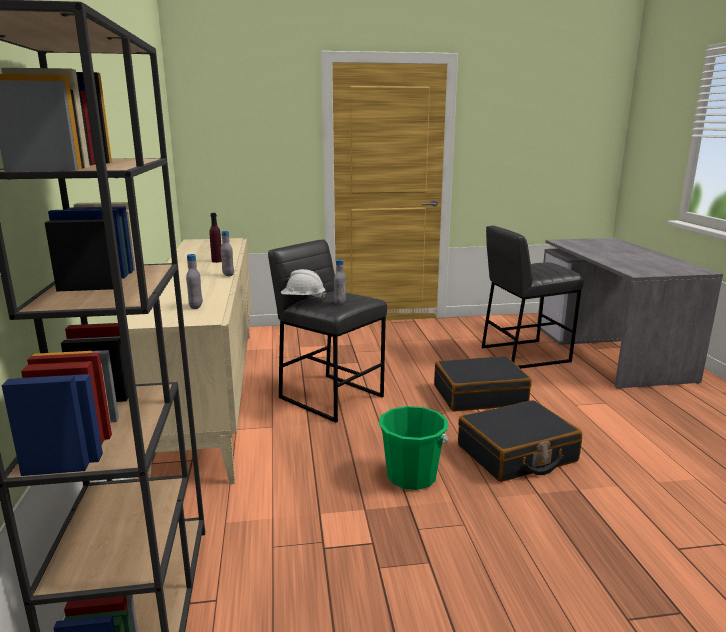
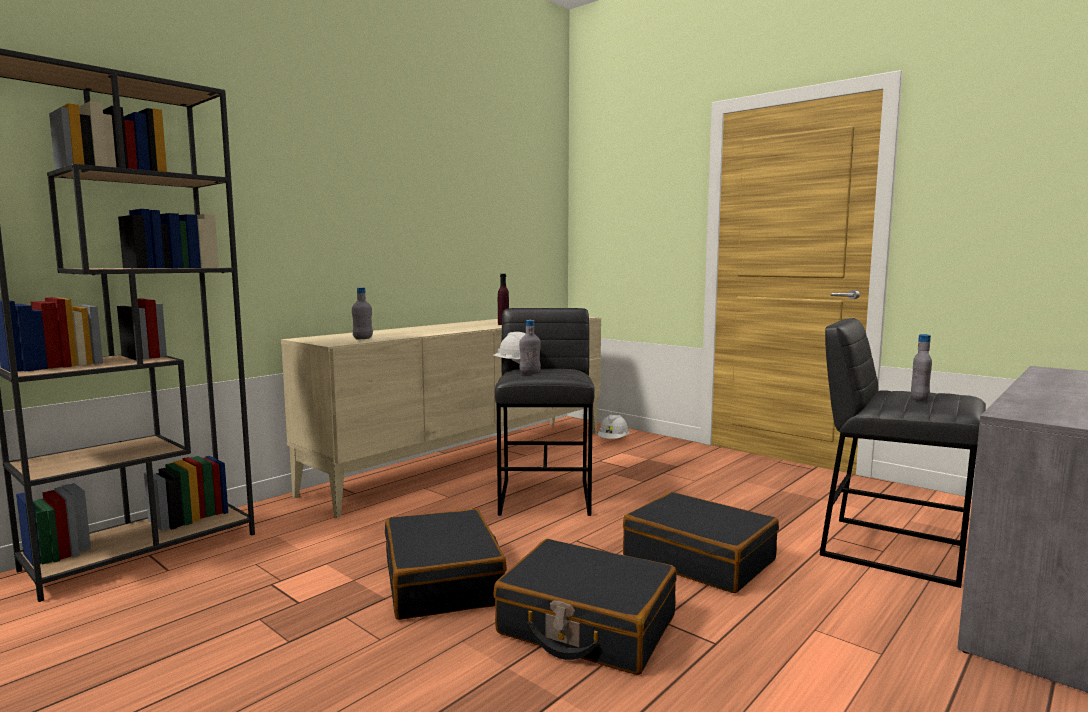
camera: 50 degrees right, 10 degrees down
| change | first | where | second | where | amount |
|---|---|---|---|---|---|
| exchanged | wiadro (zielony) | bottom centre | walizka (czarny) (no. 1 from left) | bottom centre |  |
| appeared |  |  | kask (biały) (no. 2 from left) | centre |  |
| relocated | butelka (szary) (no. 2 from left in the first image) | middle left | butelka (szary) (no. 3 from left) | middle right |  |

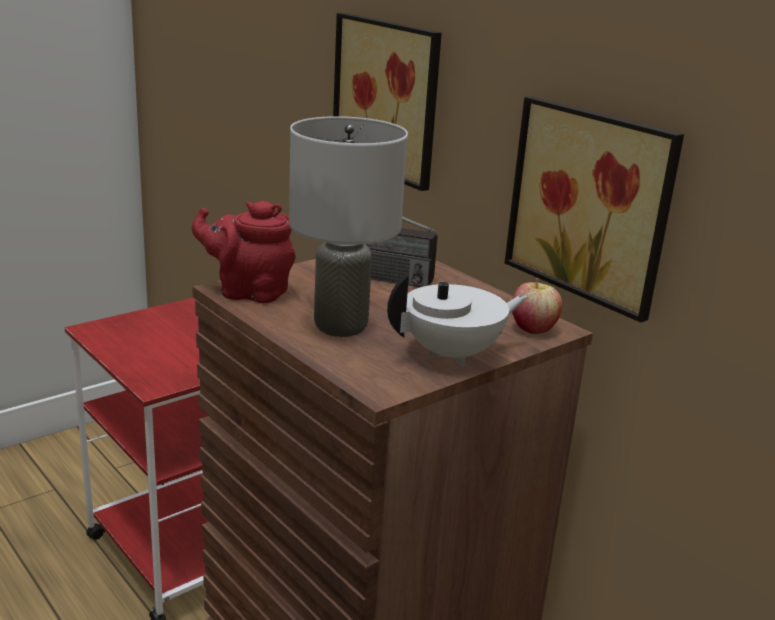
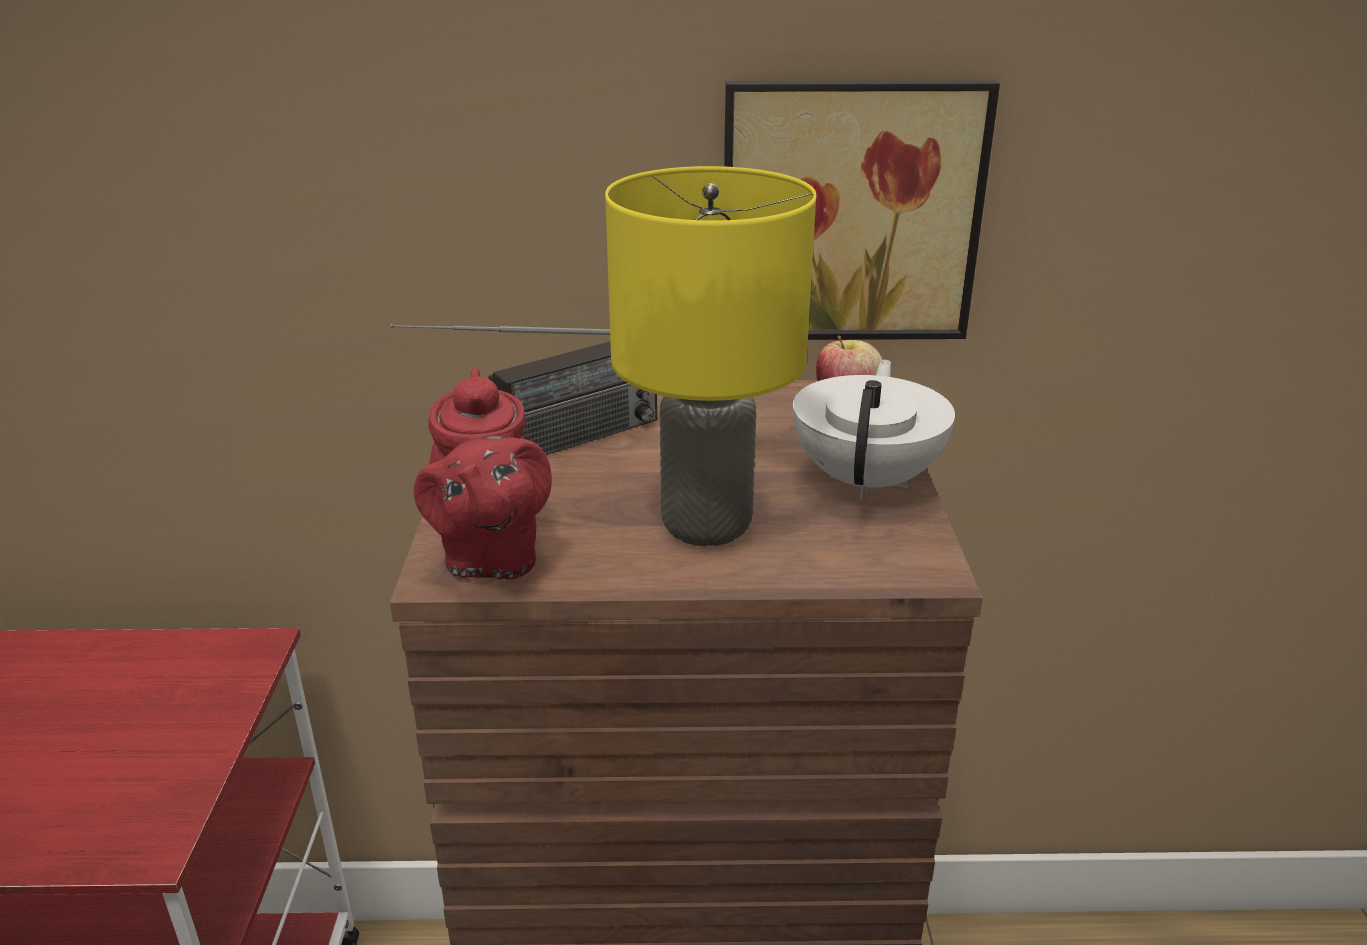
camera: 50 degrees left, 5 degrees up
| change | first | where | second | where | amount |
|---|---|---|---|---|---|
| spun | imbryk (czerwony) | middle left |  | centre | 60 degrees counterclockwise |
| colour | lampa stołowa (biały) | centre | lampa stołowa (żółty) | centre |  |
| missing | obraz (no. 1 from left) | top centre |  |  |  |

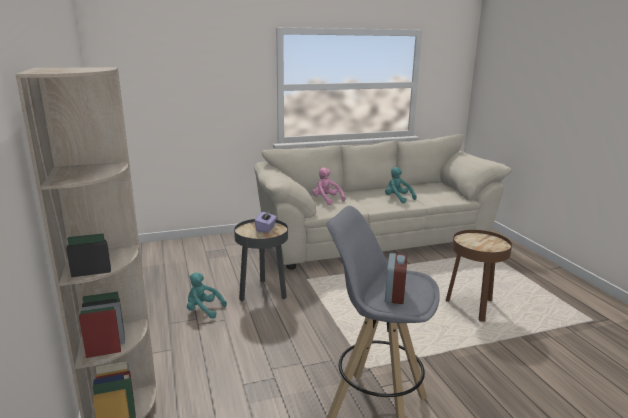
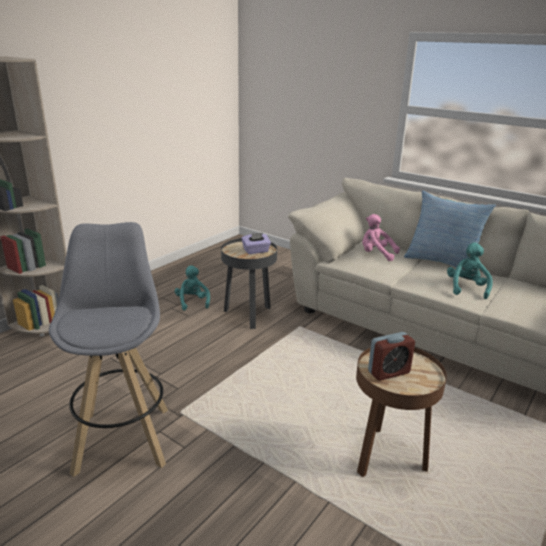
camera: 55 degrees right, 5 degrees up
| change | first | where | second | where | amount |
|---|---|---|---|---|---|
| spun | pluszak (różowy) | centre |  | middle right | 75 degrees counterclockwise |
| relocated | budzik | centre |  | middle right |  |
| appeared |  |  | poduszka | middle right |  |

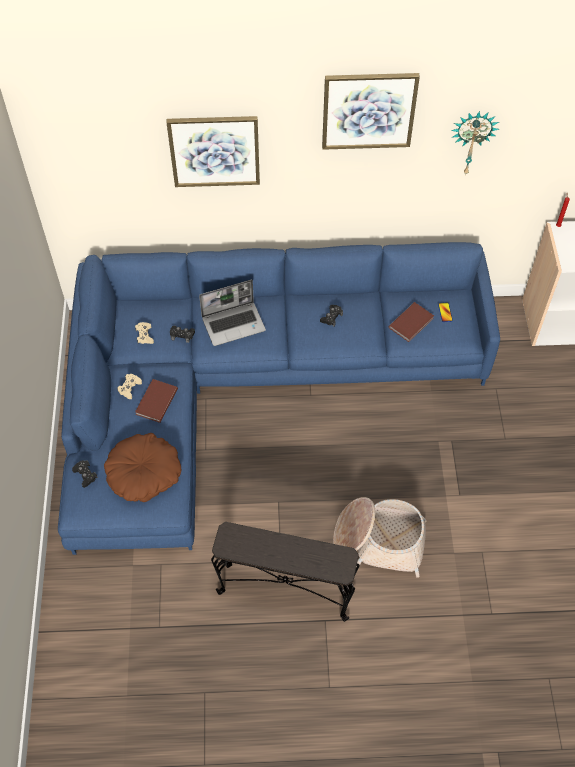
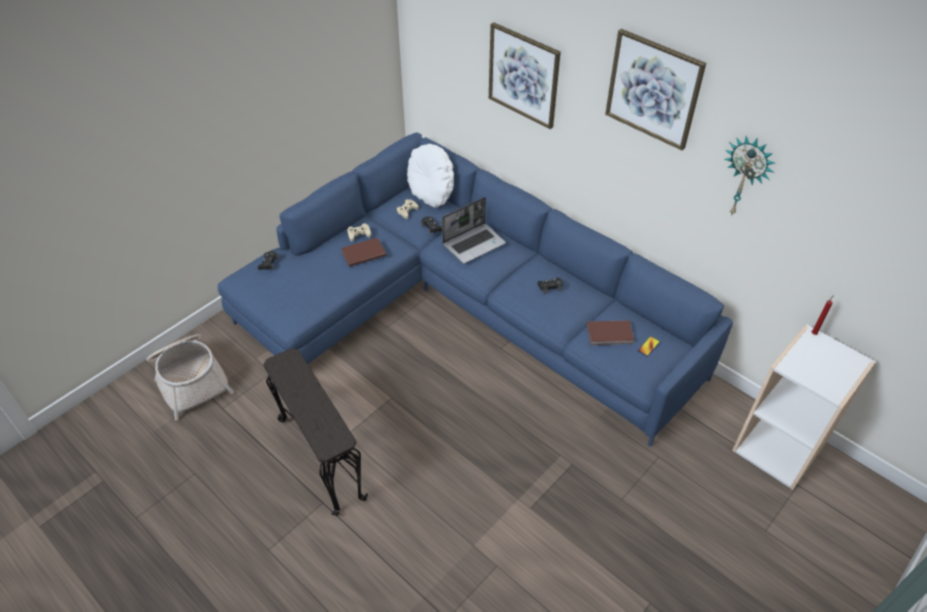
camera: 45 degrees right, 10 degrees down
| change | first | where | second | where | amount |
|---|---|---|---|---|---|
| relocated | koszyk | bottom centre |  | middle left |  |
| appeared |  |  | poduszka (biały) | top centre |  |
| spun | laptop | centre |  | centre | 60 degrees counterclockwise |
| missing | poduszka (brązowy) | middle left |  |  |  |

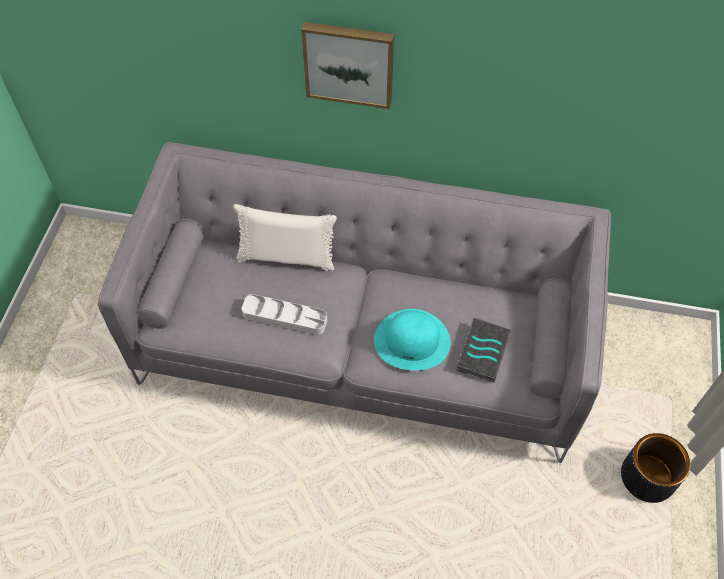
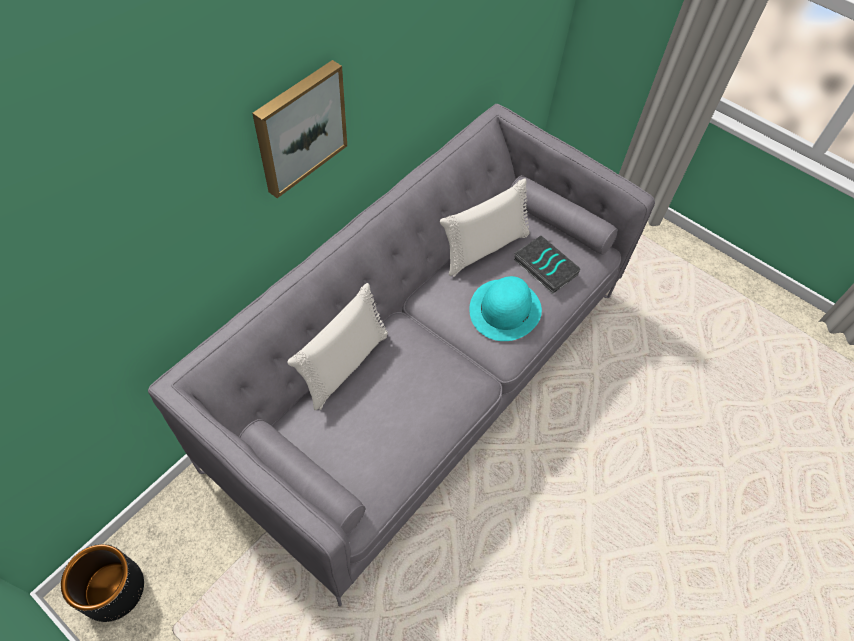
camera: 65 degrees left, 0 degrees up
| change | first | where | second | where | amount |
|---|---|---|---|---|---|
| relocated | donica (czarny) | bottom right |  | bottom left |  |
| appeared |  |  | poduszka (biały) (no. 2 from left) | centre |  |
| missing | taca (szary) | centre |  |  |  |

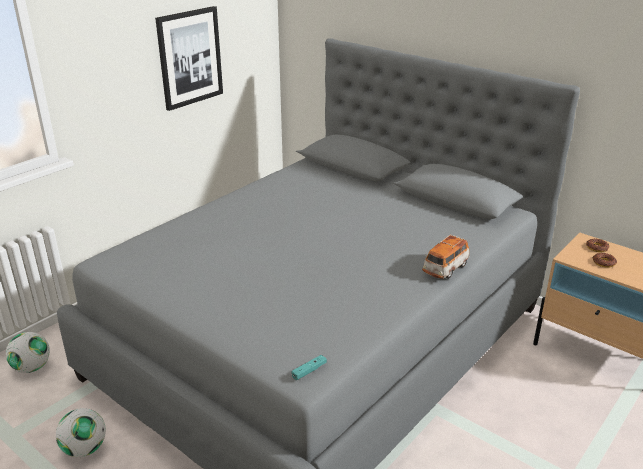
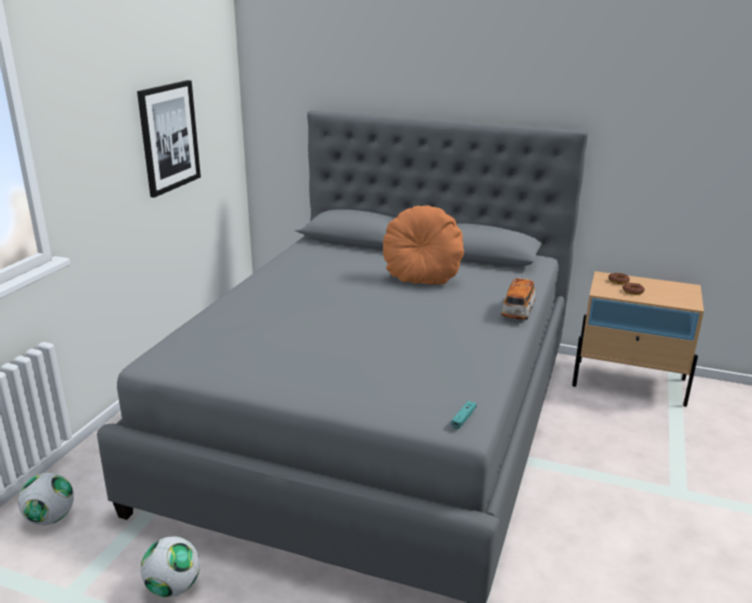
camera: 20 degrees left, 5 degrees down
| change | first | where | second | where | amount |
|---|---|---|---|---|---|
| appeared |  |  | poduszka (pomarańczowy) | centre |  |

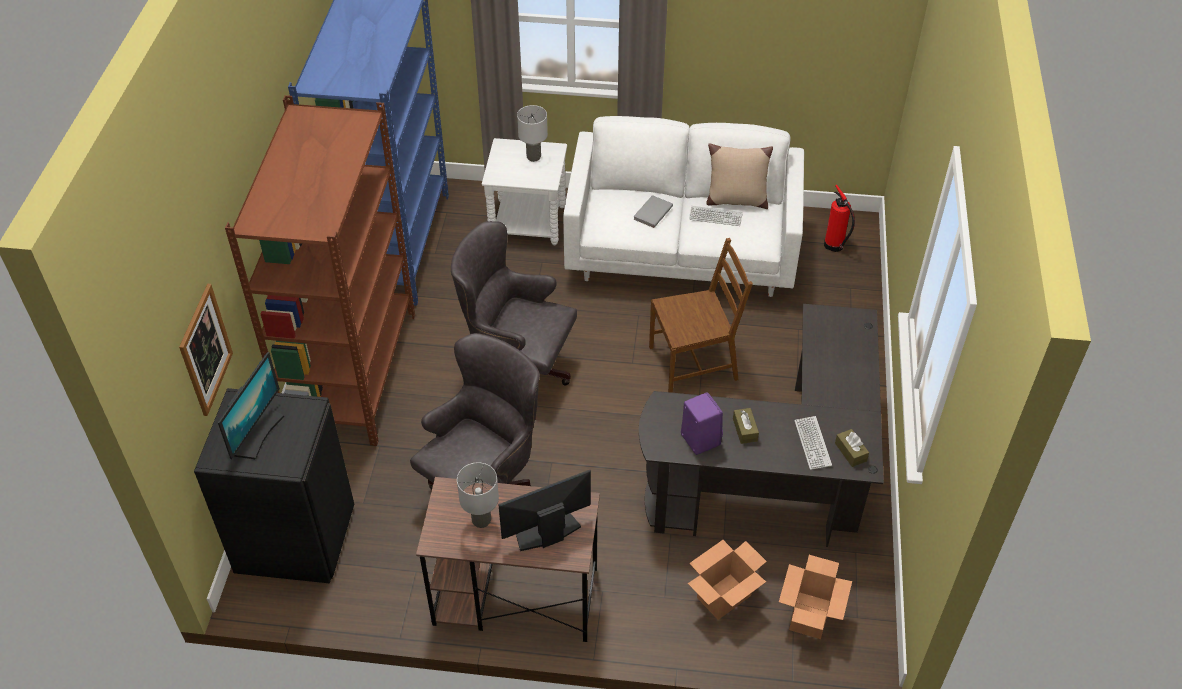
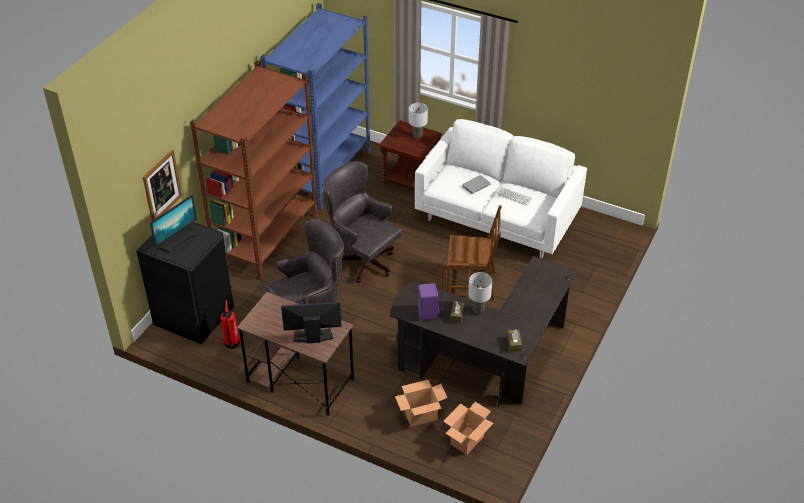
camera: 20 degrees right, 5 degrees down
| change | first | where | second | where | amount |
|---|---|---|---|---|---|
| relocated | gaśnica | top right |  | middle left |  |
| colour | stolik (biały) | top centre | stolik (brązowy) | top centre |  |
| relocated | lampa stołowa (biały) (no. 1 from left in the first image) | bottom centre | lampa stołowa (biały) (no. 2 from left) | centre |  |
| missing | poduszka (beżowy) | top centre |  |  |  |
| missing | klawiatura (no. 2 from left) | middle right |  |  |  |

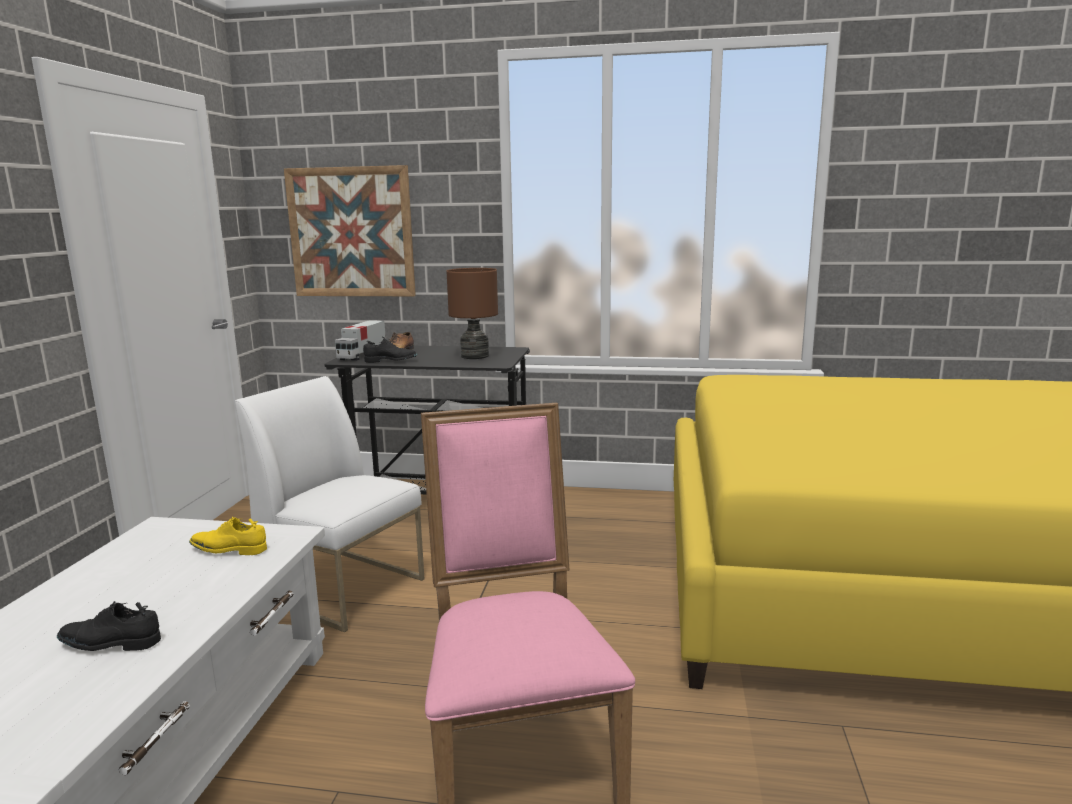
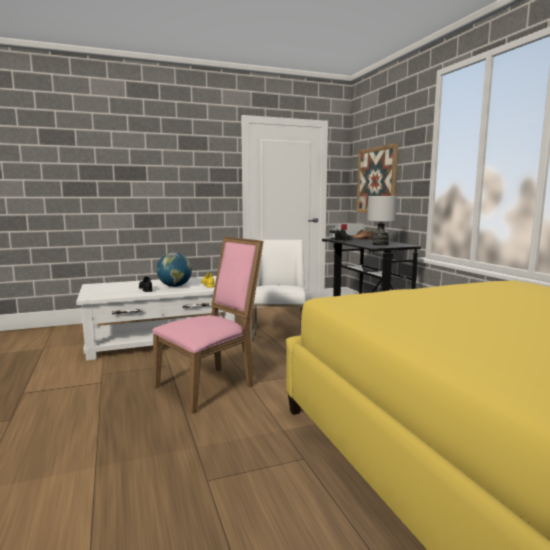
camera: 60 degrees right, 5 degrees down
| change | first | where | second | where | amount |
|---|---|---|---|---|---|
| appeared |  |  | globus | middle left |  |
| colour | lampa stołowa (brązowy) | centre | lampa stołowa (szary) | middle right |  |

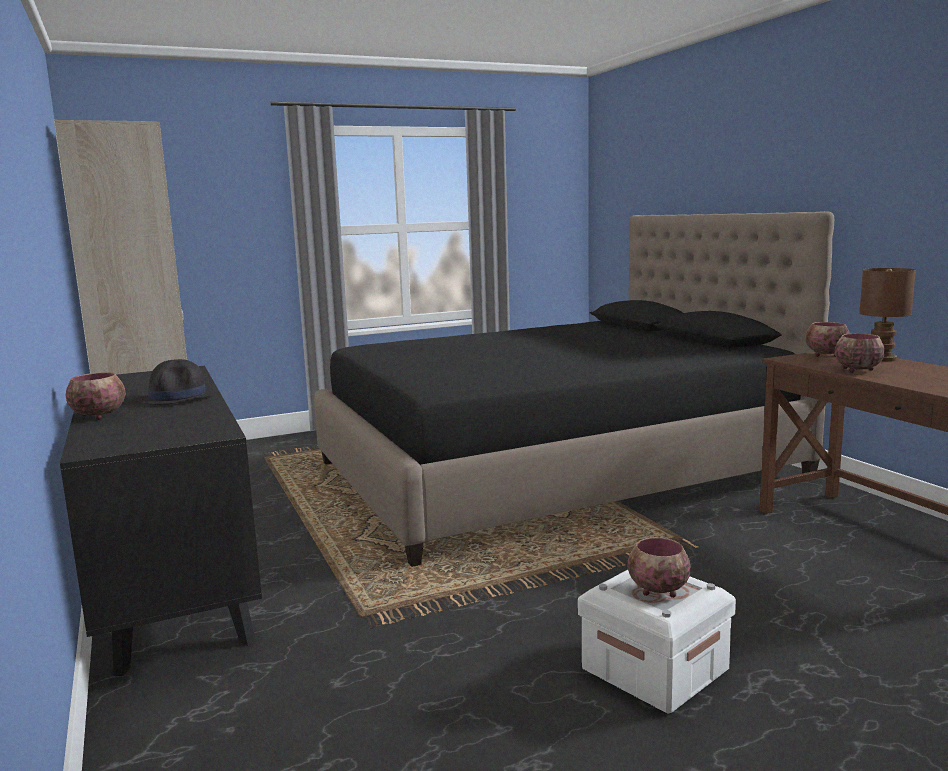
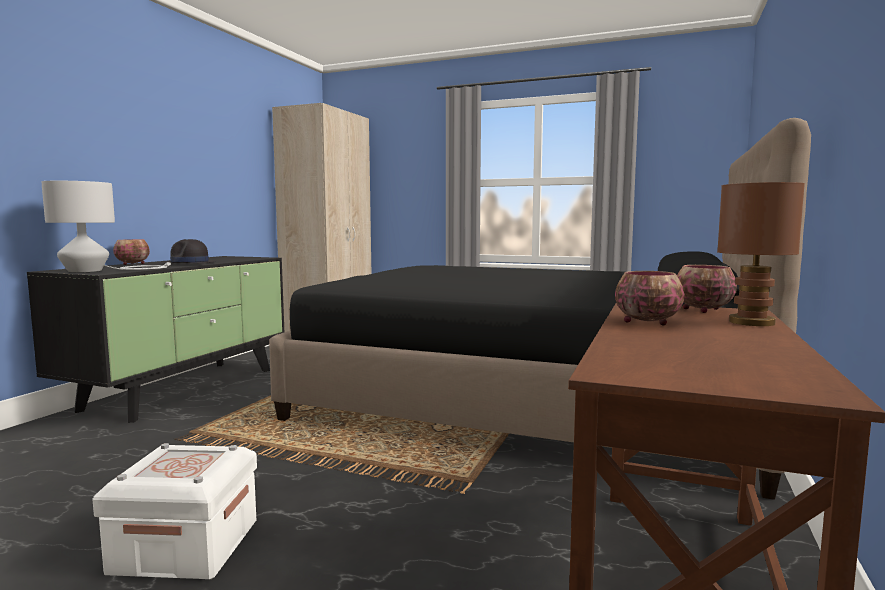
camera: 45 degrees right, 5 degrees down
| change | first | where | second | where | amount |
|---|---|---|---|---|---|
| appeared |  |  | lampa stołowa (szary) | middle left |  |
| missing | miska (no. 2 from left) | bottom right |  |  |  |

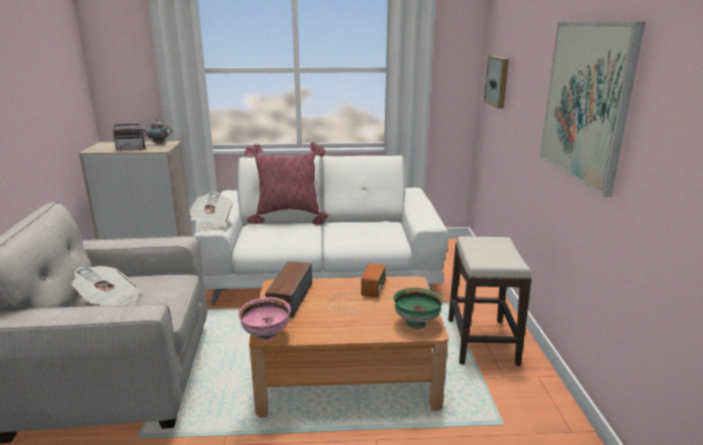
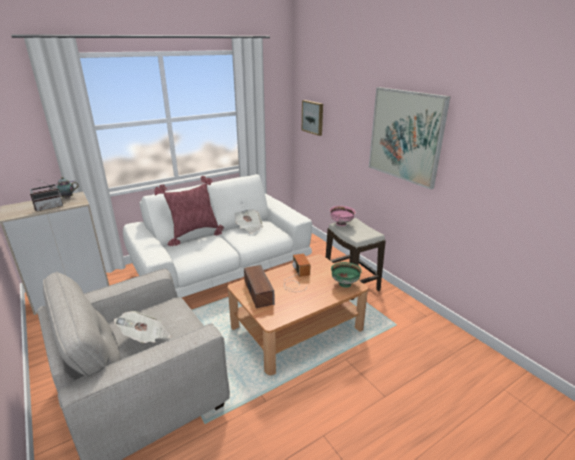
camera: 30 degrees left, 5 degrees up
| change | first | where | second | where | amount |
|---|---|---|---|---|---|
| relocated | gazeta (no. 2 from left) | middle left |  | centre |  |
| relocated | miska (różowy) | bottom centre |  | centre |  |

